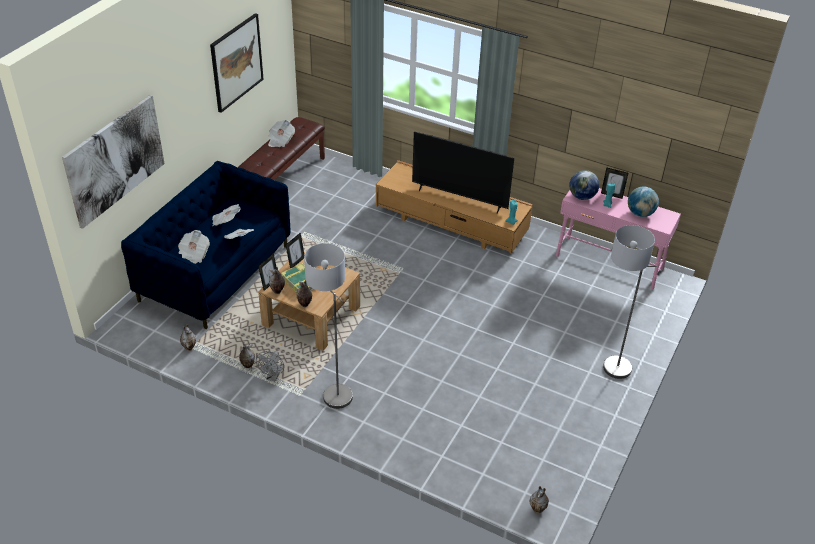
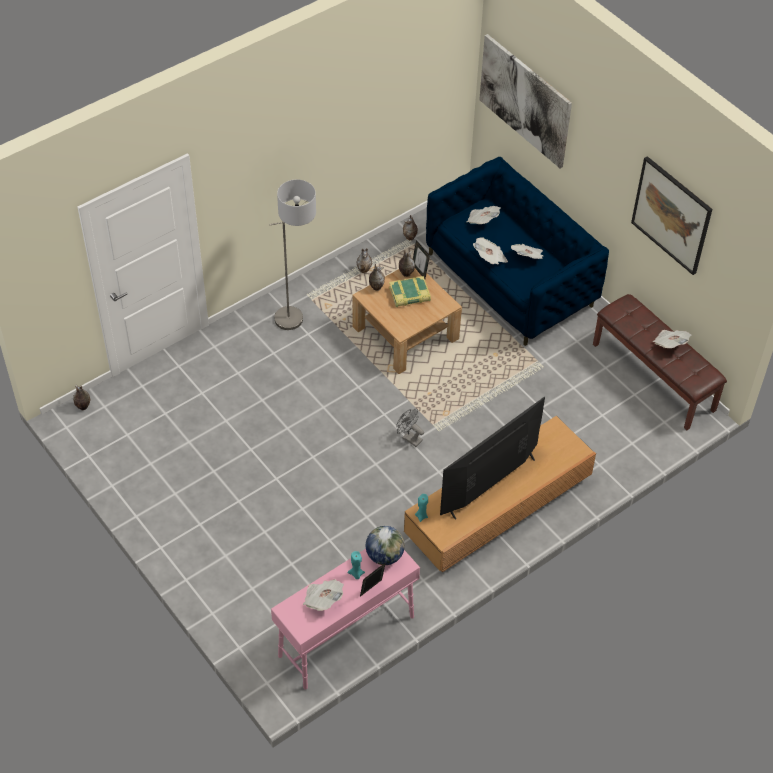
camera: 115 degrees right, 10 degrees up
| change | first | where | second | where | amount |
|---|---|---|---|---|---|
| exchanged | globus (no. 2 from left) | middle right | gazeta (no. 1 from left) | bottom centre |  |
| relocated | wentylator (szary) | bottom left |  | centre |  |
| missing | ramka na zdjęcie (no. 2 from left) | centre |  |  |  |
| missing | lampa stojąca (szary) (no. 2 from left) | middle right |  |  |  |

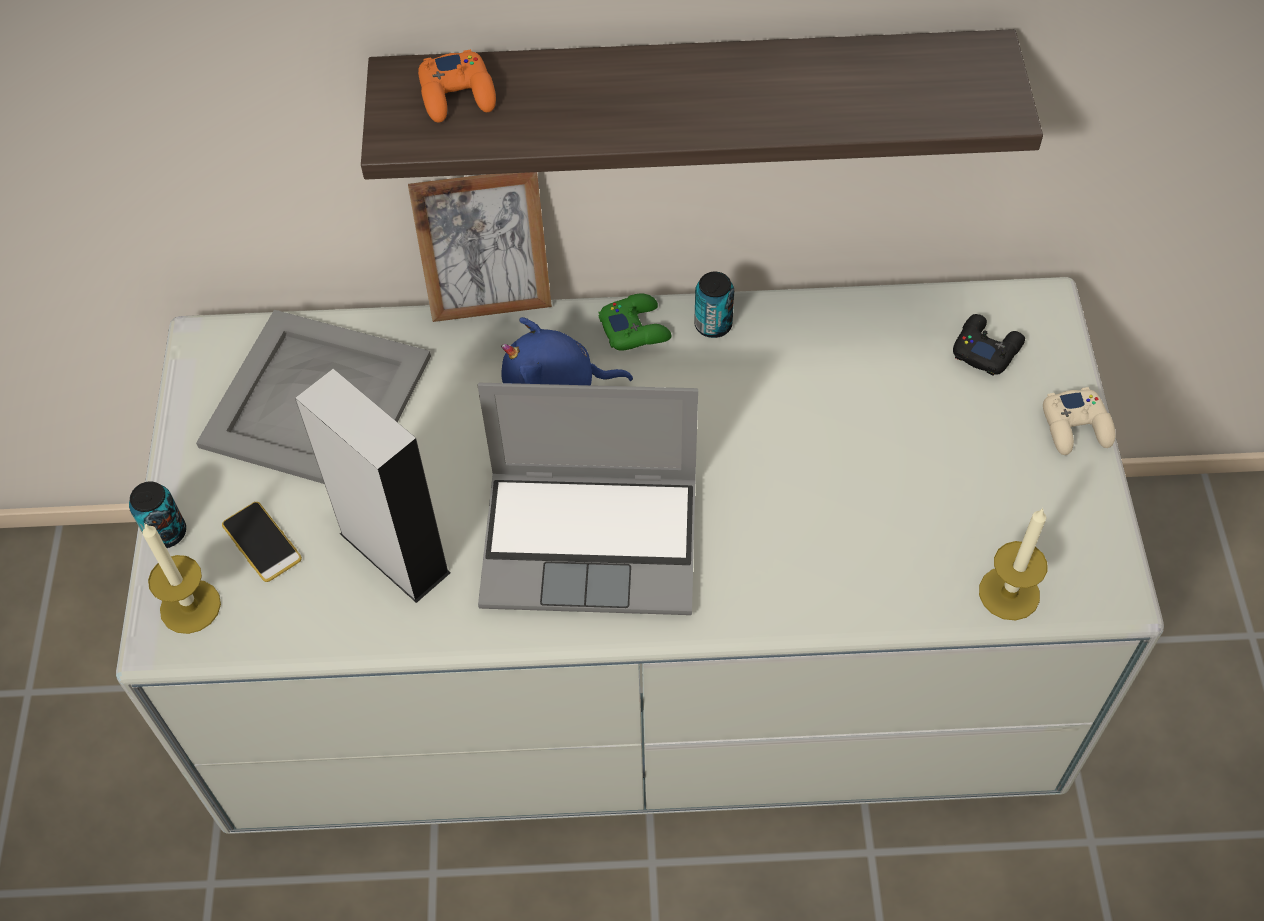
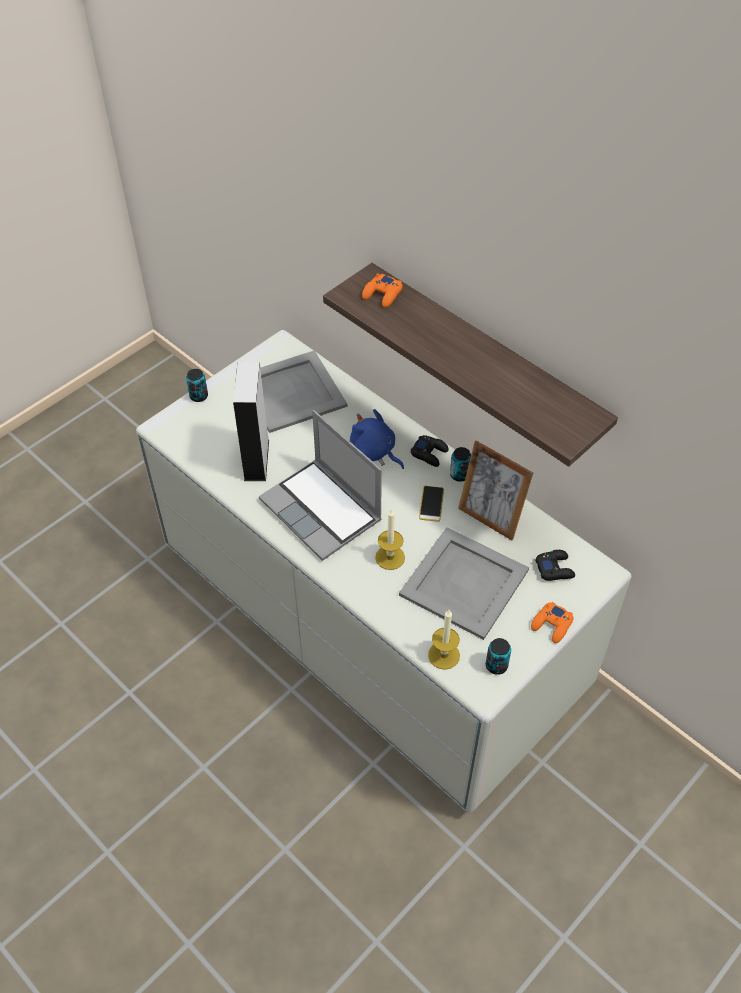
camera: 45 degrees right, 5 degrees down
| change | first | where | second | where | amount |
|---|---|---|---|---|---|
| relocated | świeca (no. 1 from left) | middle left |  | centre |  |
| appeared |  |  | taca (szary) (no. 2 from left) | centre |  |
| colour | pad do gier (zielony) | centre | pad do gier (czarny) (no. 1 from left) | centre |  |
| relocated | telefon | middle left |  | centre |  |
| relocated | ramka na zdjęcie | top centre |  | middle right |  |
| appeared |  |  | puszka (no. 3 from left) | middle right |  |
| colour | pad do gier (beżowy) | middle right | pad do gier (pomarańczowy) (no. 2 from left) | middle right |  |

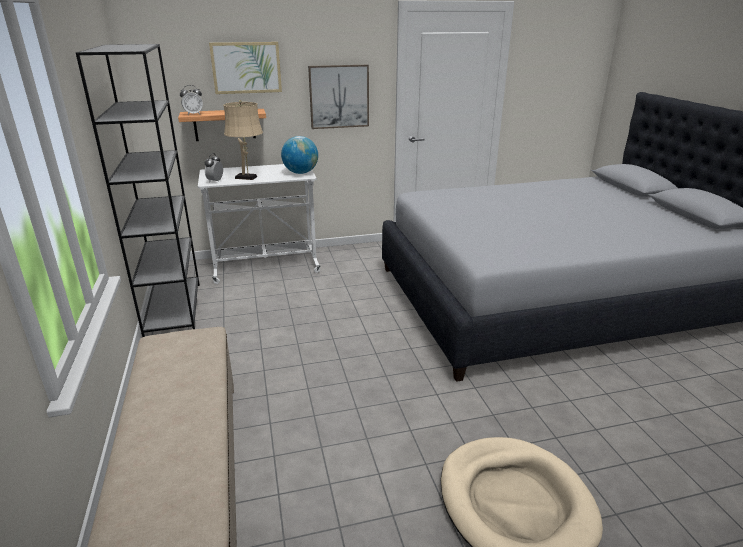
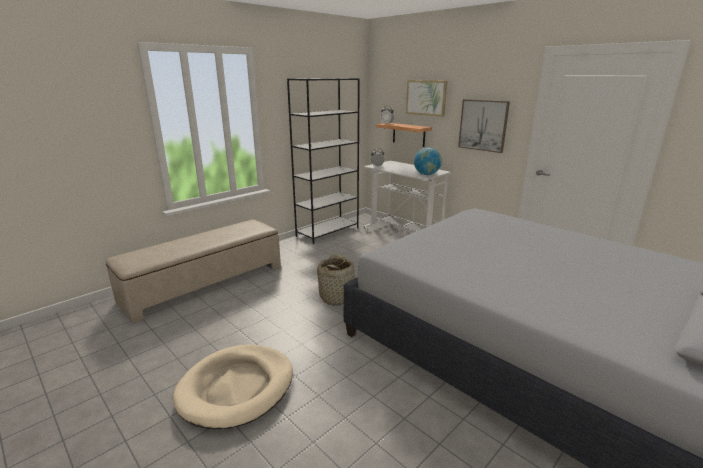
camera: 60 degrees right, 5 degrees down
| change | first | where | second | where | amount |
|---|---|---|---|---|---|
| appeared |  |  | koszyk | centre |  |
| missing | lampa stołowa (beżowy) | top left |  |  |  |

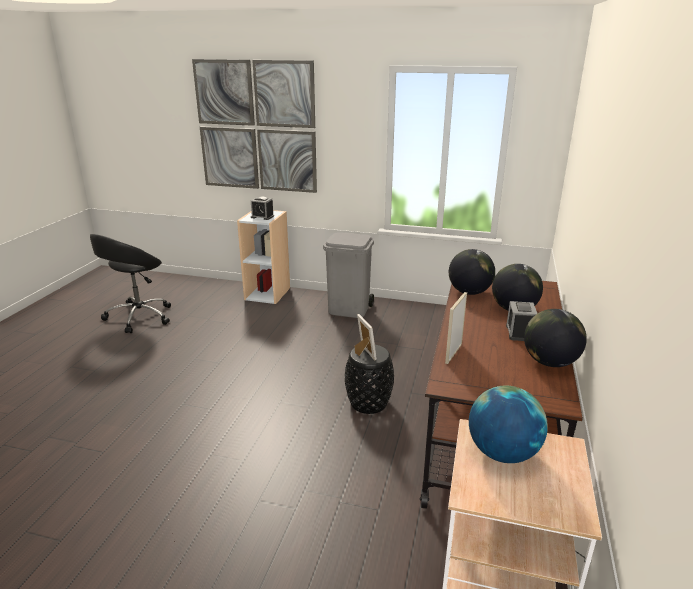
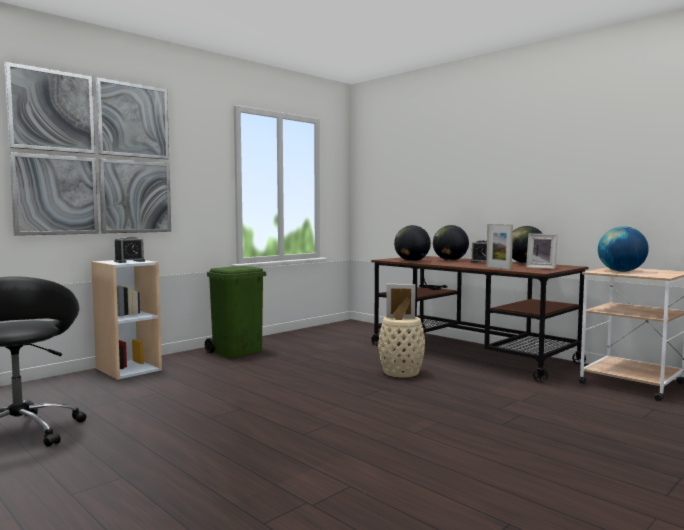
camera: 60 degrees left, 20 degrees down
| change | first | where | second | where | amount |
|---|---|---|---|---|---|
| colour | kosz na śmieci (szary) | centre | kosz na śmieci (zielony) | centre |  |
| colour | stołek (czarny) | centre | stołek (beżowy) | centre |  |
| appeared |  |  | ramka na zdjęcie (no. 3 from left) | middle right |  |

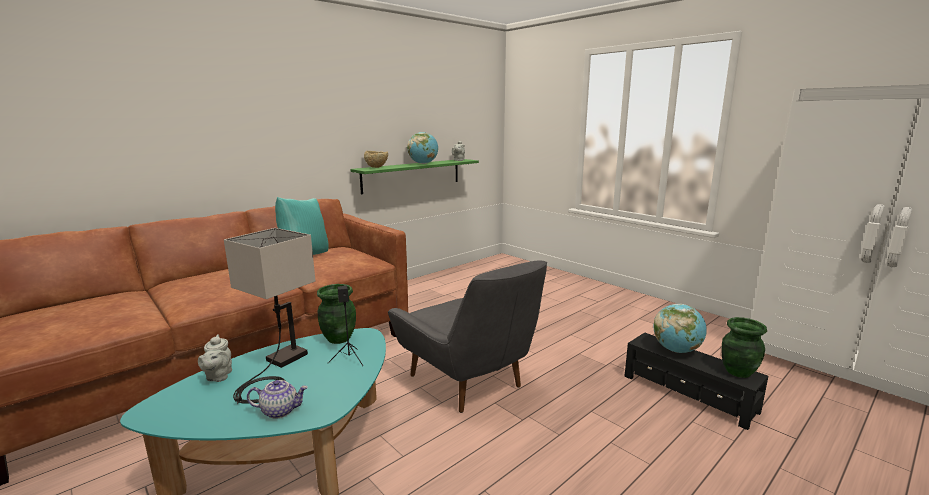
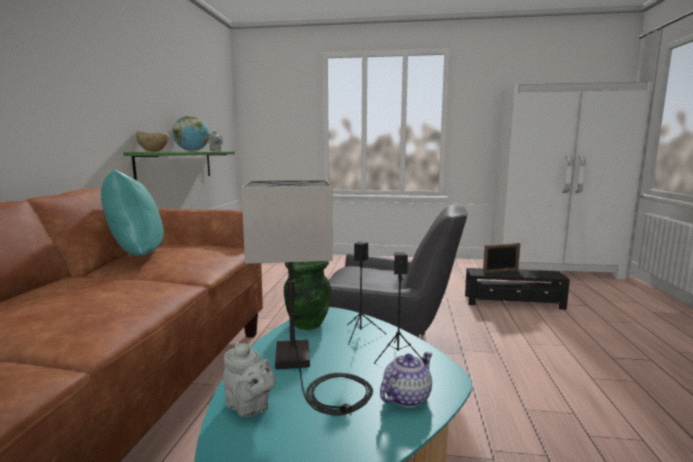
camera: 40 degrees left, 5 degrees down
| change | first | where | second | where | amount |
|---|---|---|---|---|---|
| appeared |  |  | głośnik (czarny) (no. 2 from left) | centre |  |
| exchanged | globus (no. 2 from left) | middle right | ramka na zdjęcie | middle right |  |
| missing | wazon (zielony) (no. 2 from left) | bottom right |  |  |  |

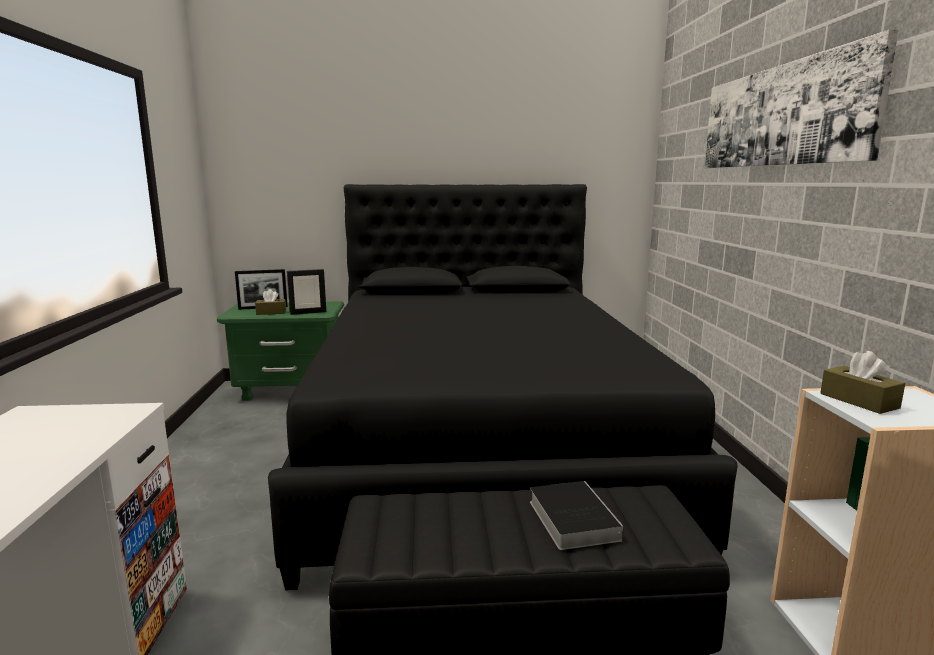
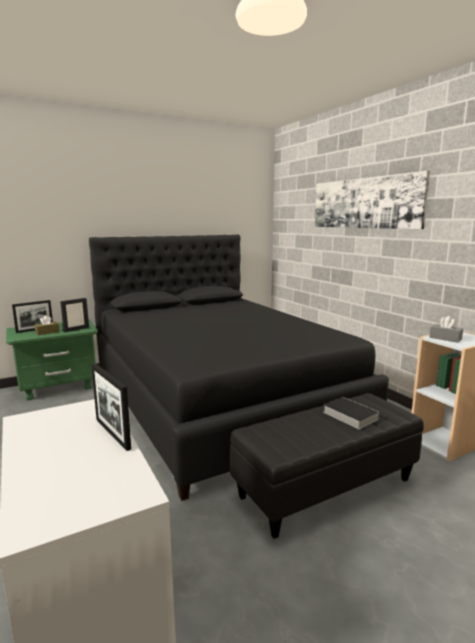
camera: 25 degrees left, 0 degrees up
| change | first | where | second | where | amount |
|---|---|---|---|---|---|
| appeared |  |  | ramka na zdjęcie (no. 3 from left) | middle left |  |
| colour | pudełko chusteczek (brązowy) (no. 2 from left) | middle right | pudełko chusteczek (szary) | middle right |  |

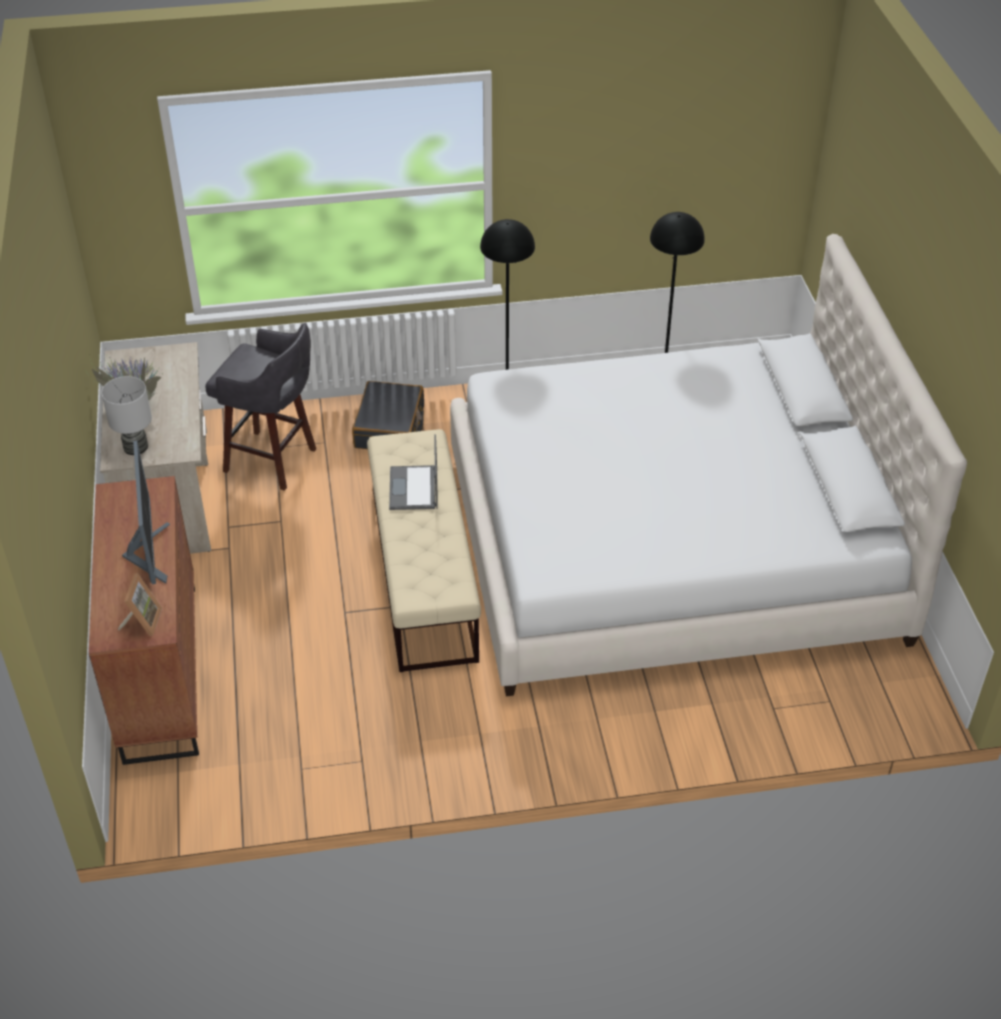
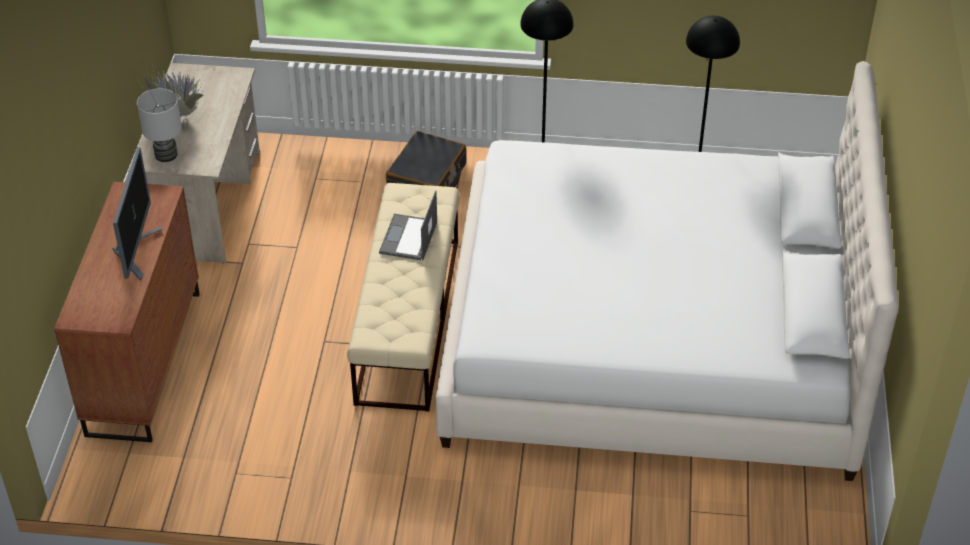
camera: 15 degrees right, 0 degrees up
| change | first | where | second | where | amount |
|---|---|---|---|---|---|
| missing | ramka na zdjęcie | middle left |  |  |  |
| missing | stołek (szary) | middle left |  |  |  |

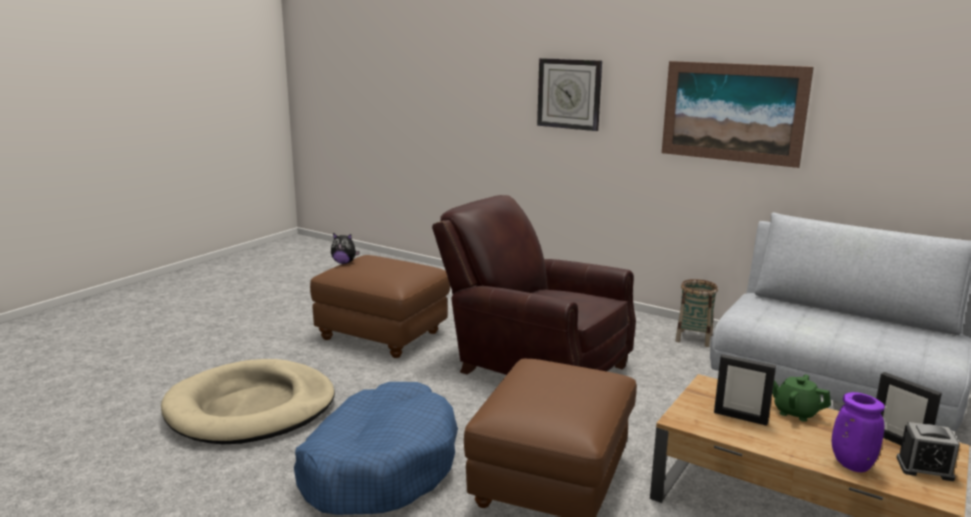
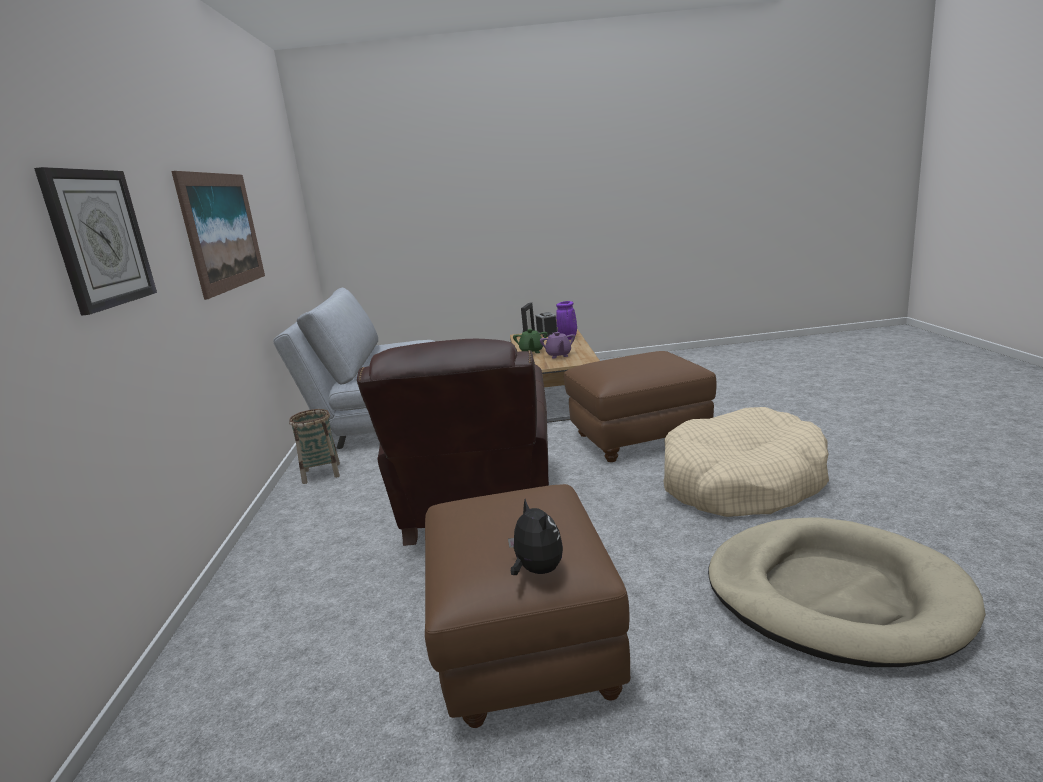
camera: 125 degrees left, 0 degrees up
| change | first | where | second | where | amount |
|---|---|---|---|---|---|
| exchanged | ramka na zdjęcie (no. 1 from left) | bottom right | imbryk (fioletowy) | centre |  |
| colour | legowisko (niebieski) | bottom centre | legowisko (beżowy) (no. 1 from left) | middle right |  |

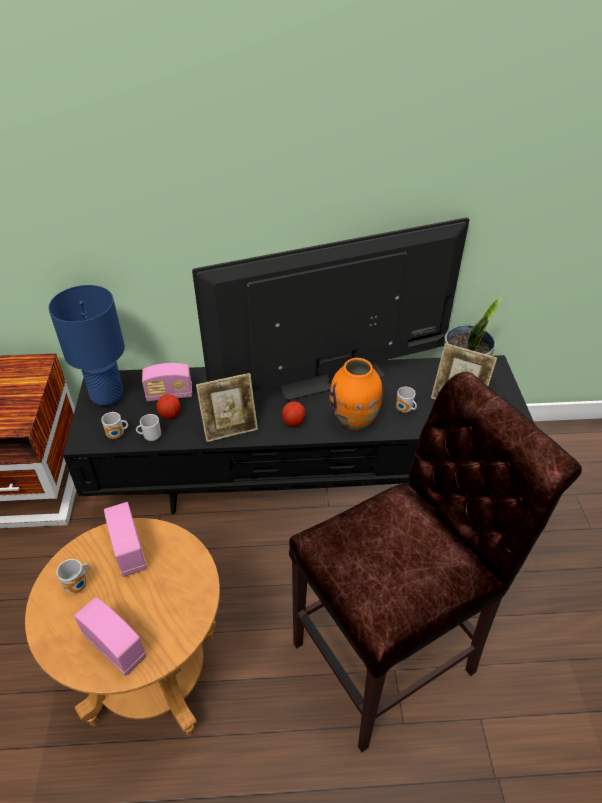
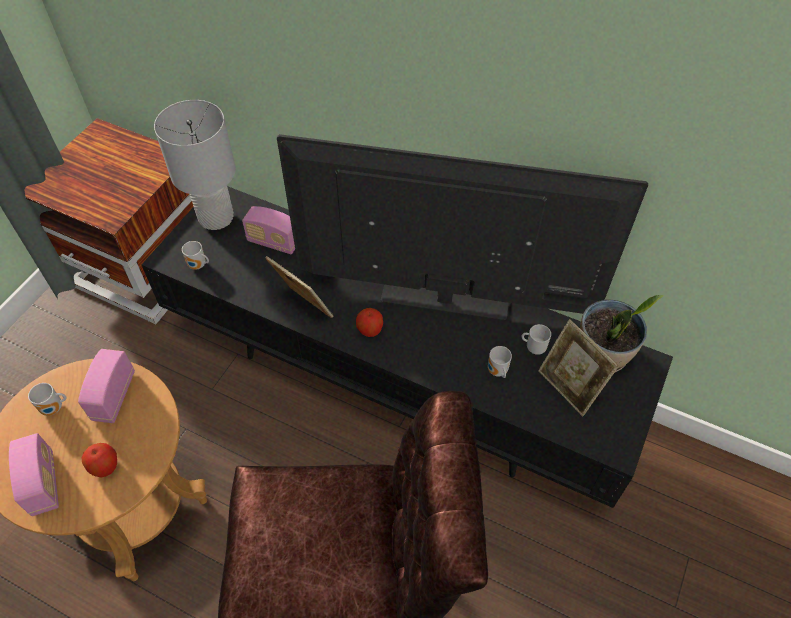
camera: 30 degrees right, 10 degrees up
| change | first | where | second | where | amount |
|---|---|---|---|---|---|
| relocated | jabłko (no. 1 from left) | middle left |  | bottom left |  |
| colour | lampa stołowa (niebieski) | middle left | lampa stołowa (szary) | top left |  |
| spun | ramka na zdjęcie (no. 1 from left) | centre |  | centre | 150 degrees counterclockwise |
| relocated | kubek (no. 3 from left in the first image) | middle left | kubek (no. 4 from left) | middle right |  |
| missing | wazon (pomarańczowy) | centre |  |  |  |

